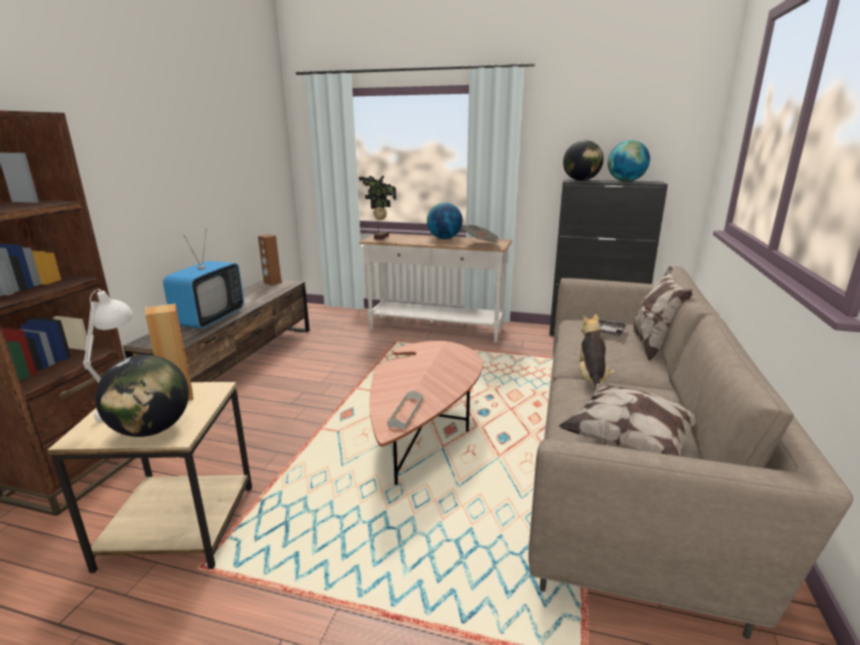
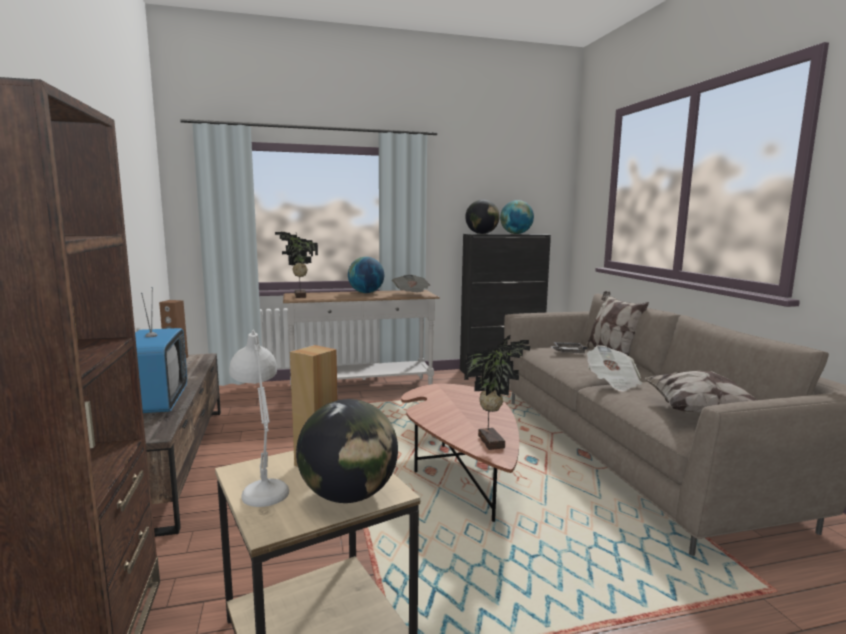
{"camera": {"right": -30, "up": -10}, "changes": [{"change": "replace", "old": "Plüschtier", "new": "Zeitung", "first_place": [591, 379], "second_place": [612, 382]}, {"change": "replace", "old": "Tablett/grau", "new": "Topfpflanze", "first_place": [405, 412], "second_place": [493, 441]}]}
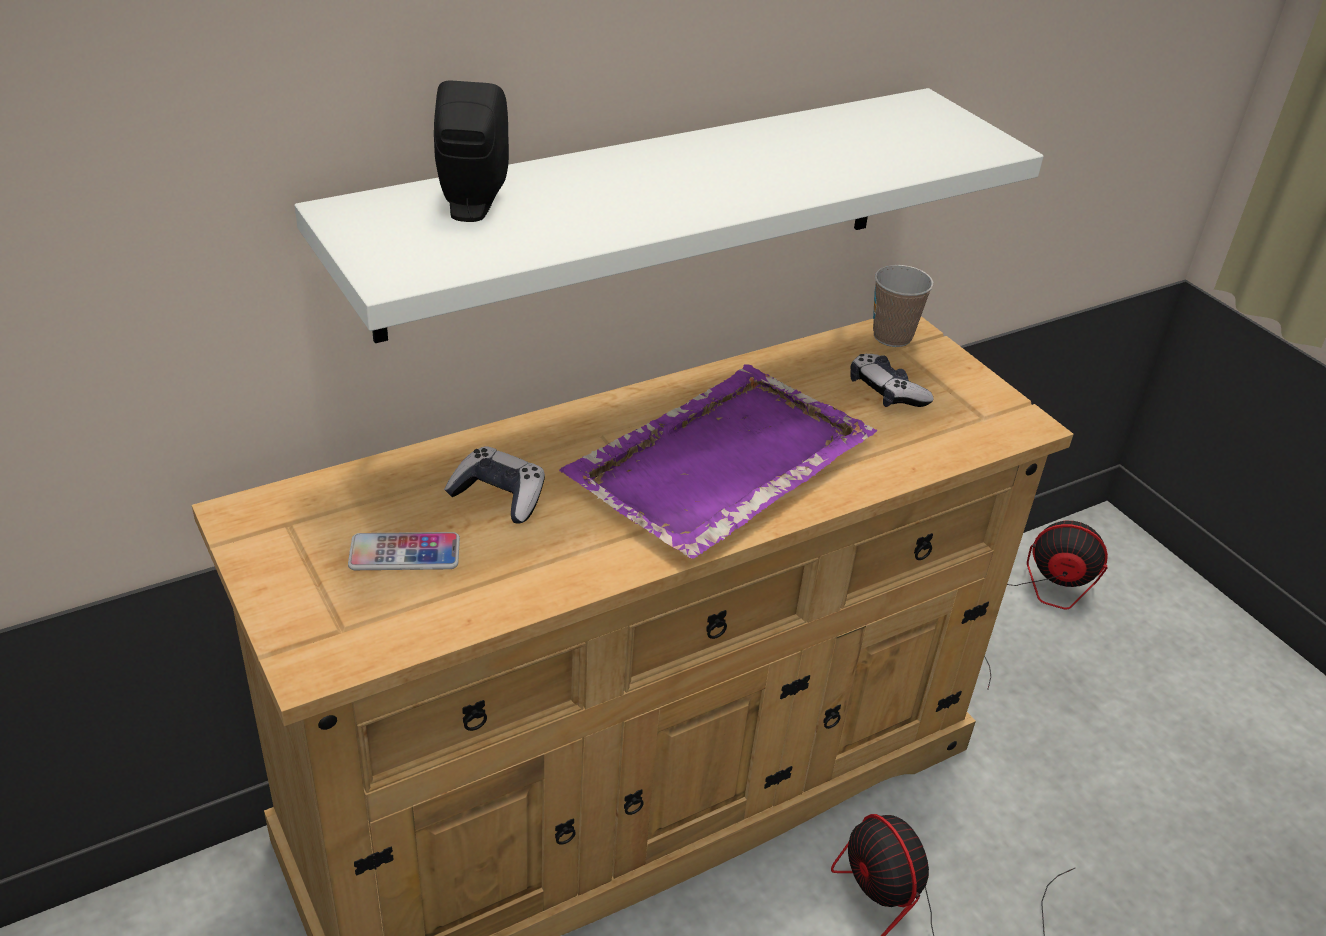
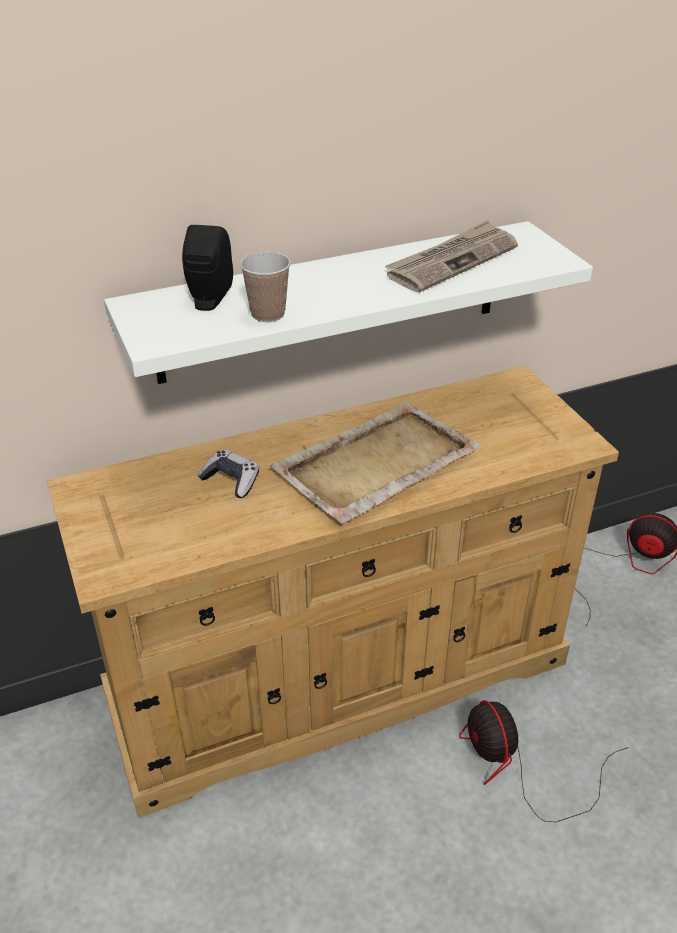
{"camera": {"right": 10, "up": 0}, "changes": [{"change": "move", "old": "Tasse", "first_place": [892, 337], "second_place": [268, 314]}, {"change": "delete", "old": "Gamepad", "first_place": [886, 392]}, {"change": "recolor", "old": "Tablett/lila", "new": "Tablett/beige", "first_place": [719, 464], "second_place": [374, 465]}, {"change": "delete", "old": "Handy", "first_place": [404, 553]}, {"change": "insert", "new": "Zeitung", "second_place": [452, 260]}]}
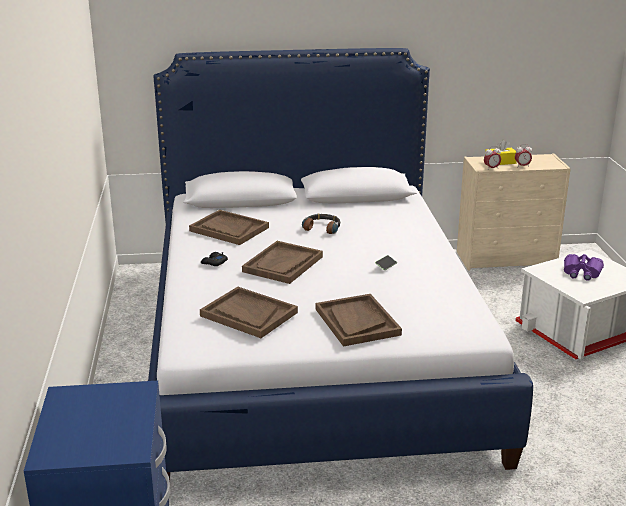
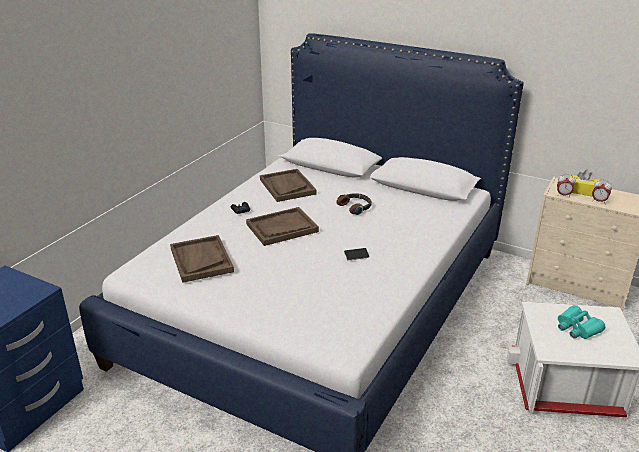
{"camera": {"right": 35, "up": 5}, "changes": [{"change": "recolor", "old": "Fernglas/lila", "new": "Fernglas/türkis", "first_place": [581, 273], "second_place": [577, 328]}, {"change": "delete", "old": "Tablett/braun", "first_place": [357, 322]}]}
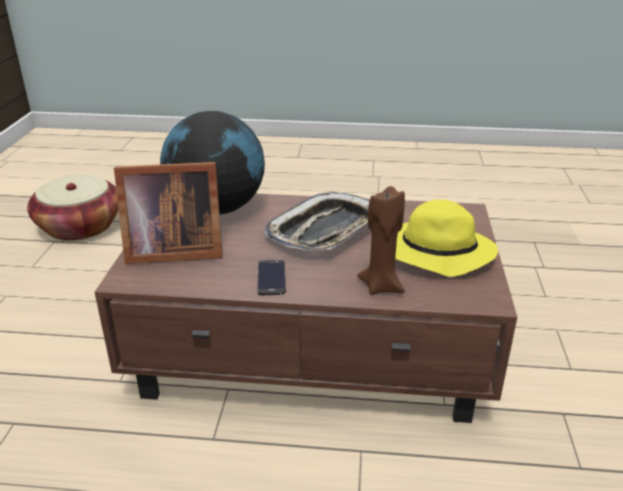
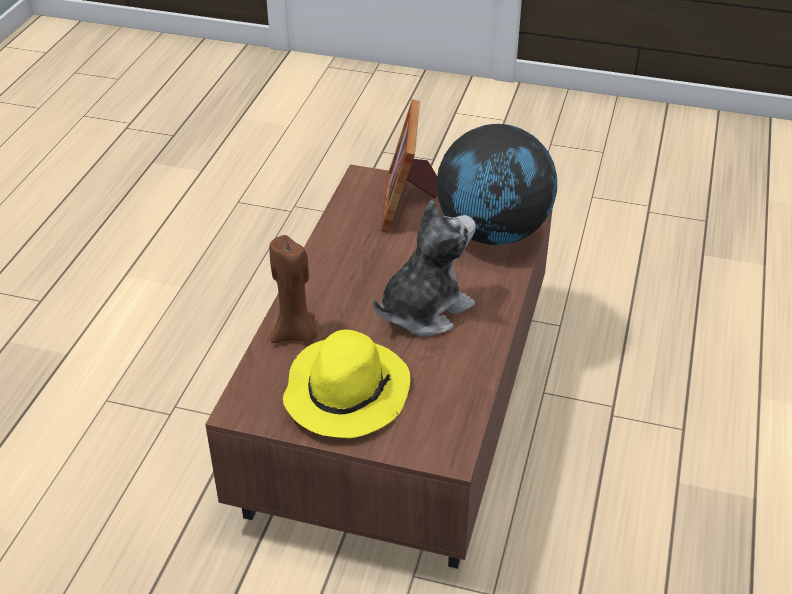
{"camera": {"right": 100, "up": 10}, "changes": [{"change": "delete", "old": "Korb", "first_place": [80, 227]}, {"change": "replace", "old": "Tablett", "new": "Plüschtier", "first_place": [325, 230], "second_place": [424, 310]}, {"change": "delete", "old": "Handy", "first_place": [271, 278]}]}
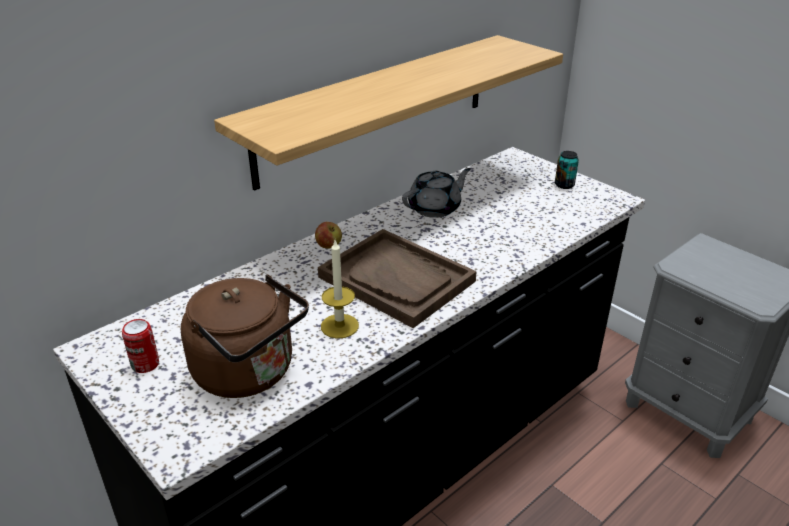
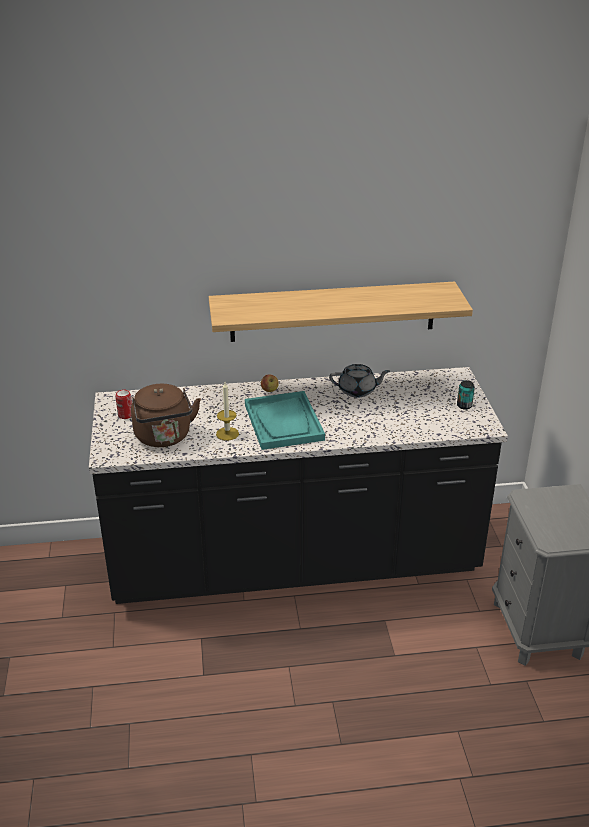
{"camera": {"right": 35, "up": 0}, "changes": [{"change": "recolor", "old": "Tablett/braun", "new": "Tablett/türkis", "first_place": [397, 279], "second_place": [284, 422]}]}
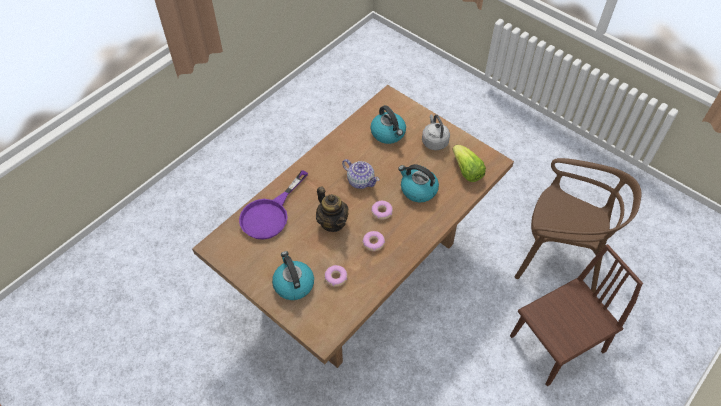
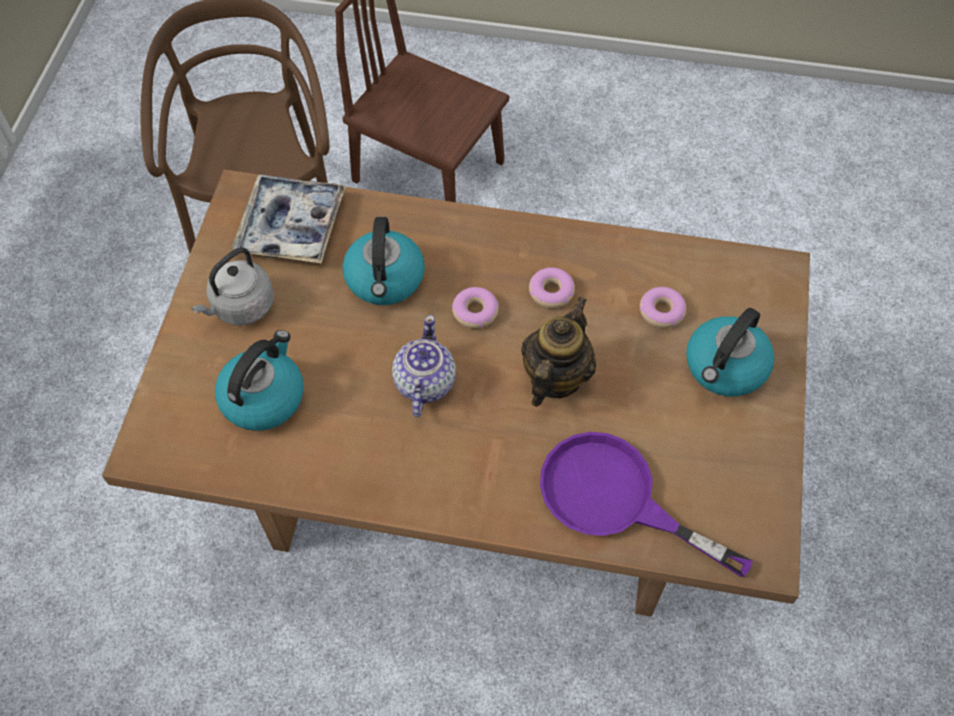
{"camera": {"right": -120, "up": 5}, "changes": [{"change": "replace", "old": "Salatkopf", "new": "Tablett", "first_place": [466, 171], "second_place": [291, 226]}, {"change": "rotate", "old": "Pfanne/lila", "first_place": [270, 214], "second_place": [615, 499], "degrees": -150}]}
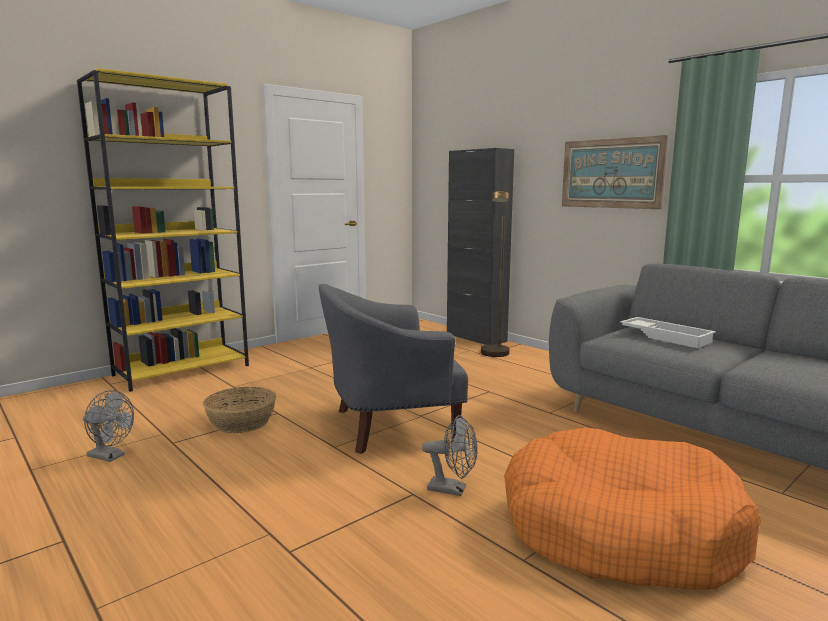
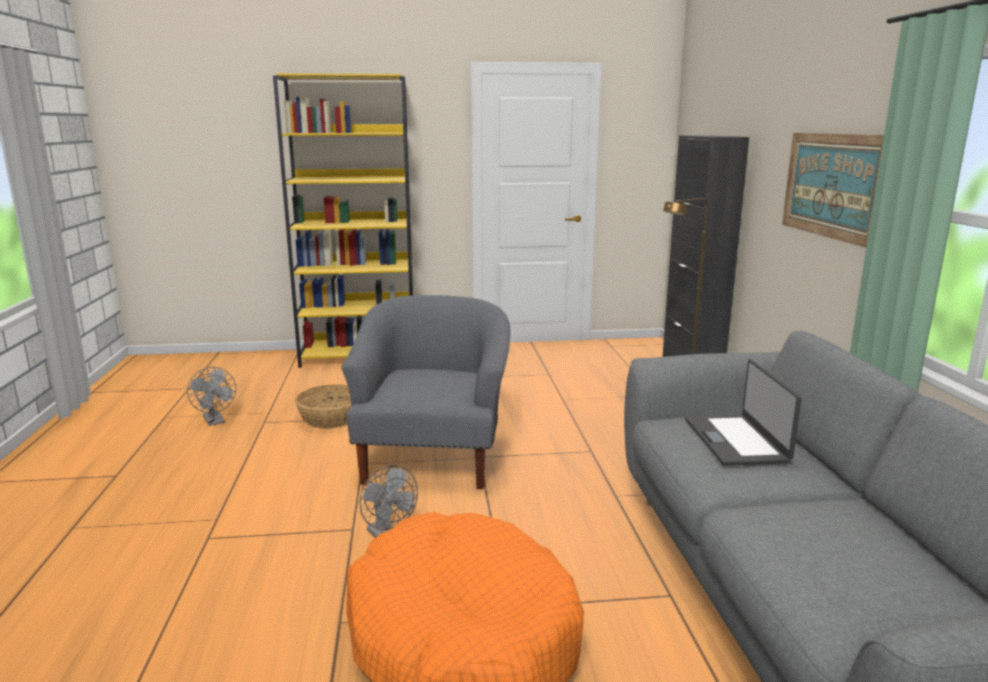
{"camera": {"right": 35, "up": 5}, "changes": [{"change": "rotate", "old": "Sessel/grau", "first_place": [388, 426], "second_place": [433, 459], "degrees": 75}, {"change": "replace", "old": "Tablett/weiß", "new": "Laptop", "first_place": [666, 337], "second_place": [736, 440]}]}
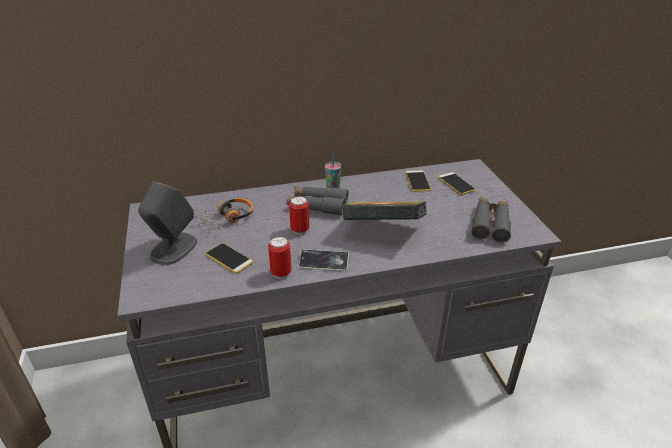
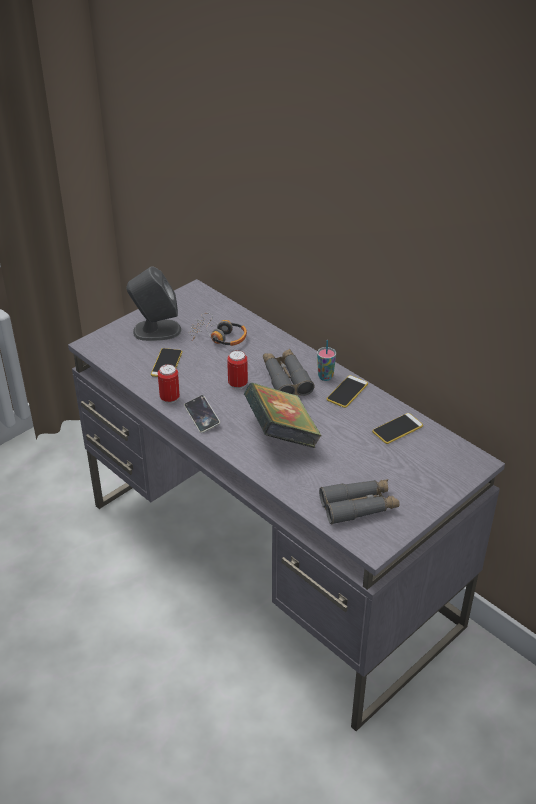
{"camera": {"right": 60, "up": 5}, "changes": [{"change": "move", "old": "Handy", "first_place": [456, 184], "second_place": [347, 392]}]}
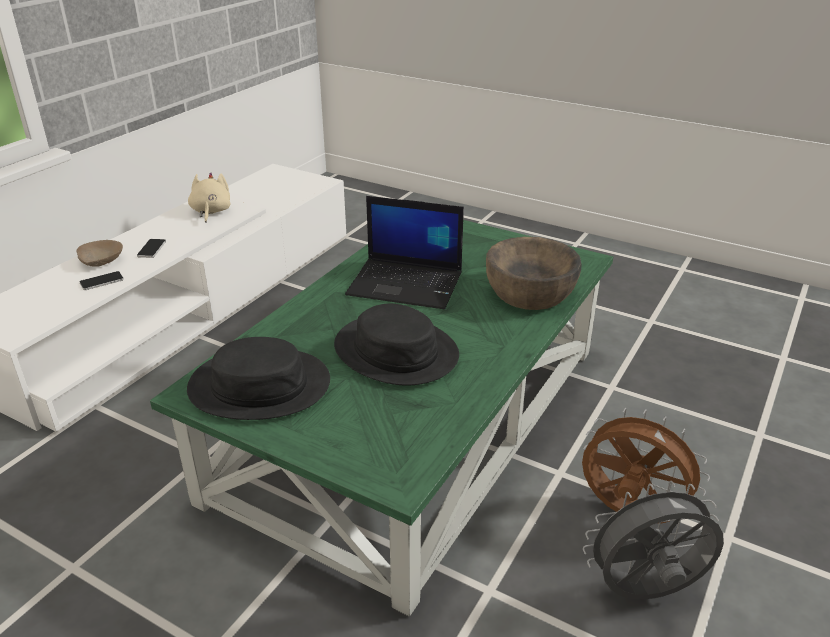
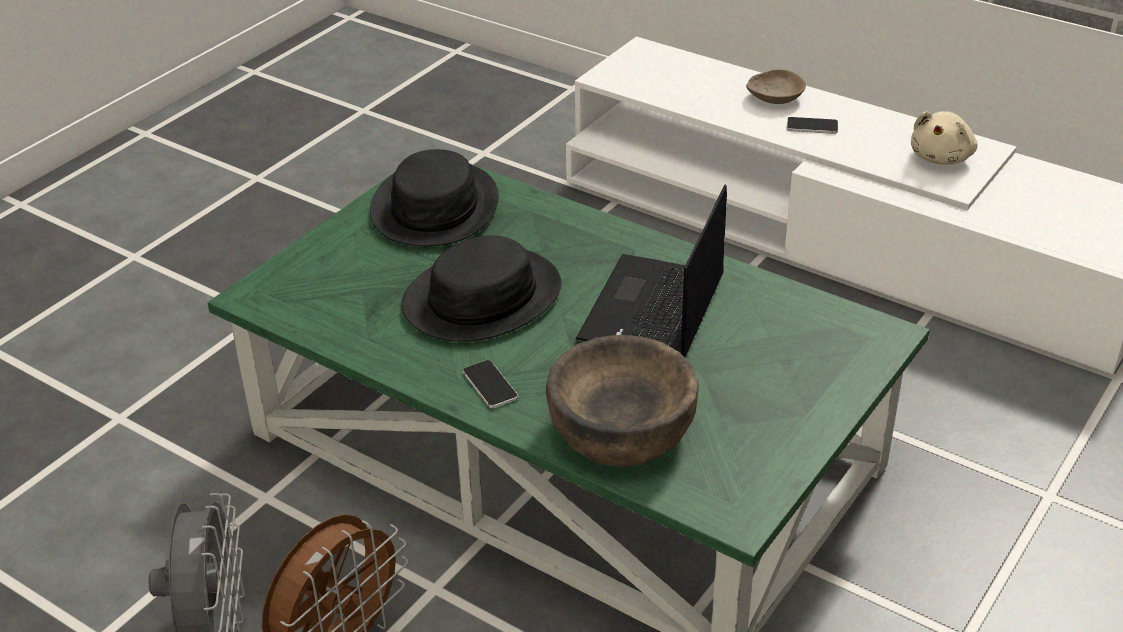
{"camera": {"right": 95, "up": 5}, "changes": [{"change": "rotate", "old": "Plüschtier/beige", "first_place": [211, 212], "second_place": [942, 157], "degrees": 120}, {"change": "move", "old": "Handy", "first_place": [102, 281], "second_place": [490, 385]}]}
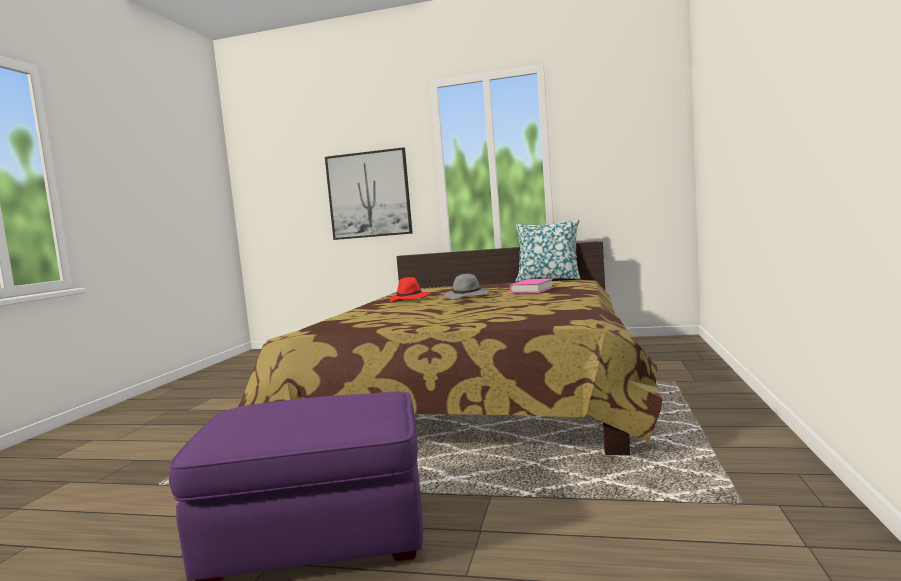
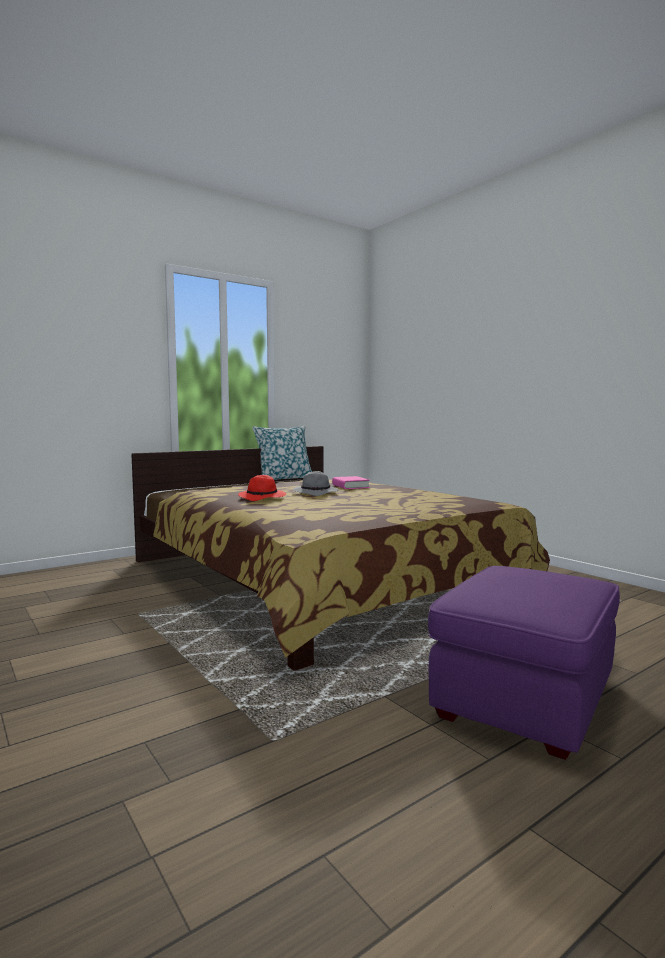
{"camera": {"right": -50, "up": 0}, "changes": [{"change": "delete", "old": "Bild", "first_place": [369, 195]}]}
